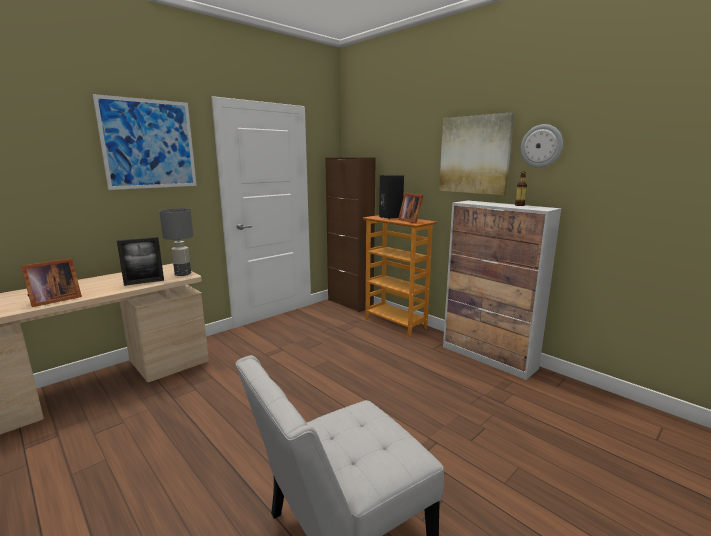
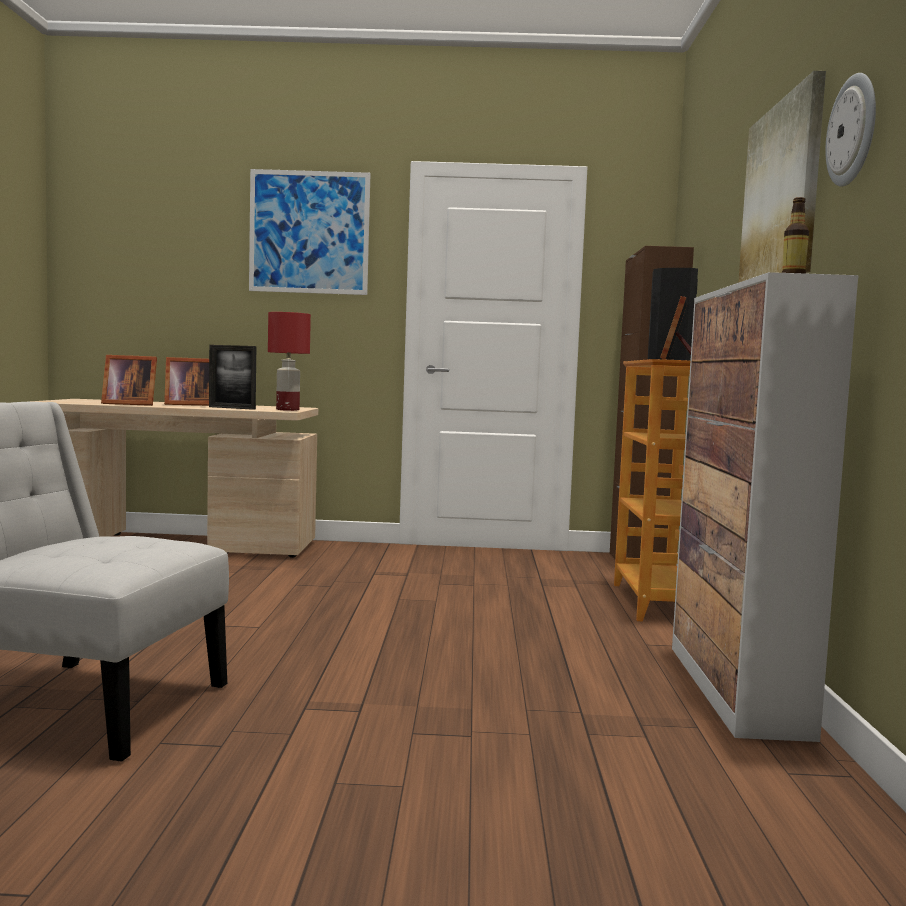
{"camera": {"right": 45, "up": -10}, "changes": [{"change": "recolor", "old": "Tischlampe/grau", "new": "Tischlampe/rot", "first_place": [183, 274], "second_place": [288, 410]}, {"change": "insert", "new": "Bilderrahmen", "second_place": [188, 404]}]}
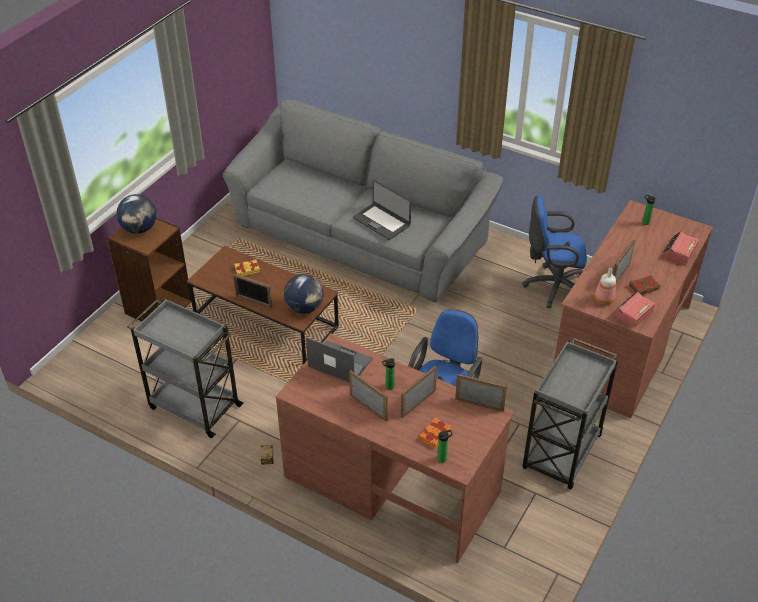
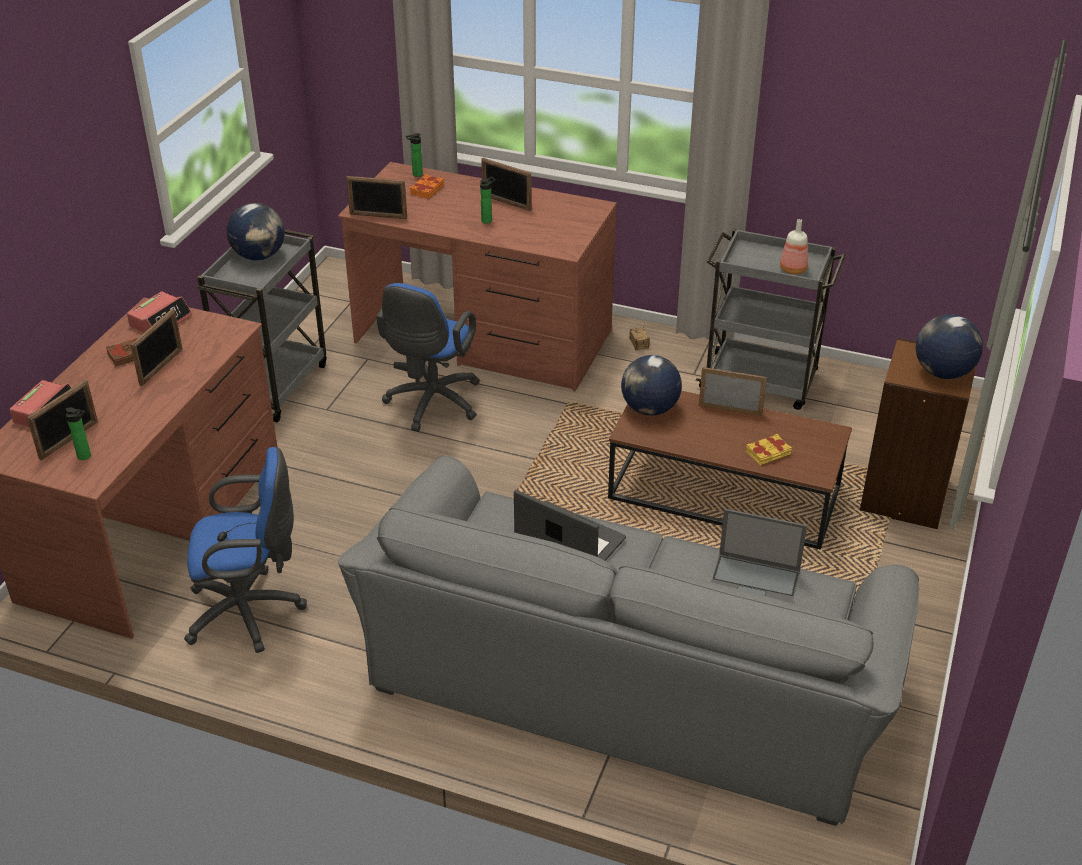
{"camera": {"right": 170, "up": -5}, "changes": [{"change": "move", "old": "Flasche", "first_place": [604, 300], "second_place": [792, 269]}, {"change": "move", "old": "Laptop", "first_place": [339, 362], "second_place": [755, 583]}, {"change": "move", "old": "Bilderrahmen", "first_place": [418, 403], "second_place": [69, 440]}, {"change": "insert", "new": "Globus", "second_place": [259, 256]}]}
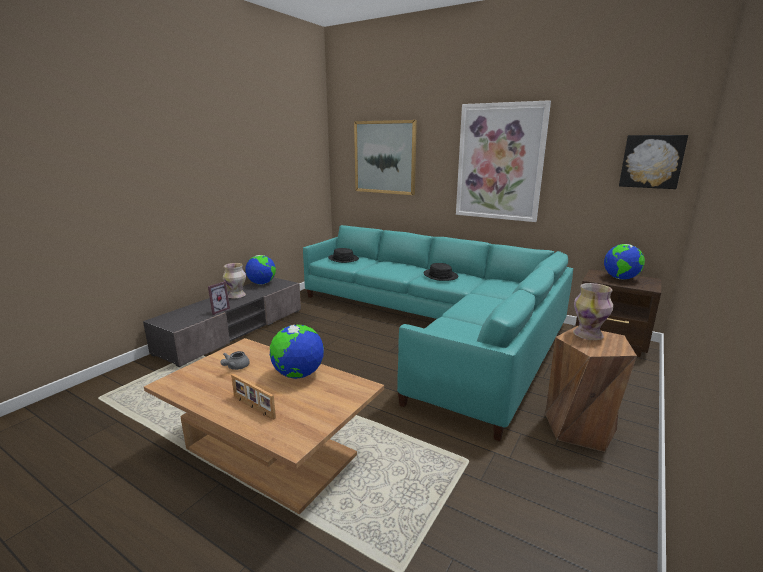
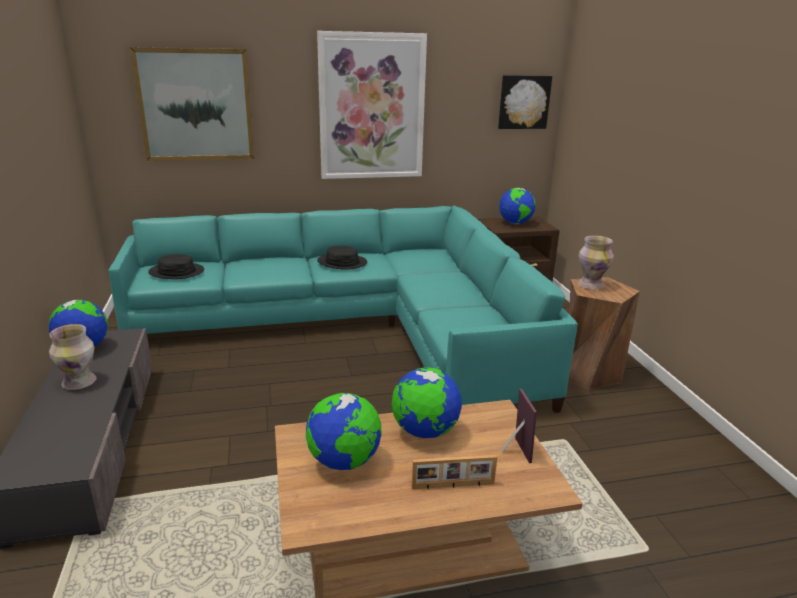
{"camera": {"right": -45, "up": 5}, "changes": [{"change": "move", "old": "Bilderrahmen", "first_place": [218, 310], "second_place": [513, 451]}, {"change": "replace", "old": "Teekanne/grau", "new": "Globus", "first_place": [235, 367], "second_place": [344, 462]}]}
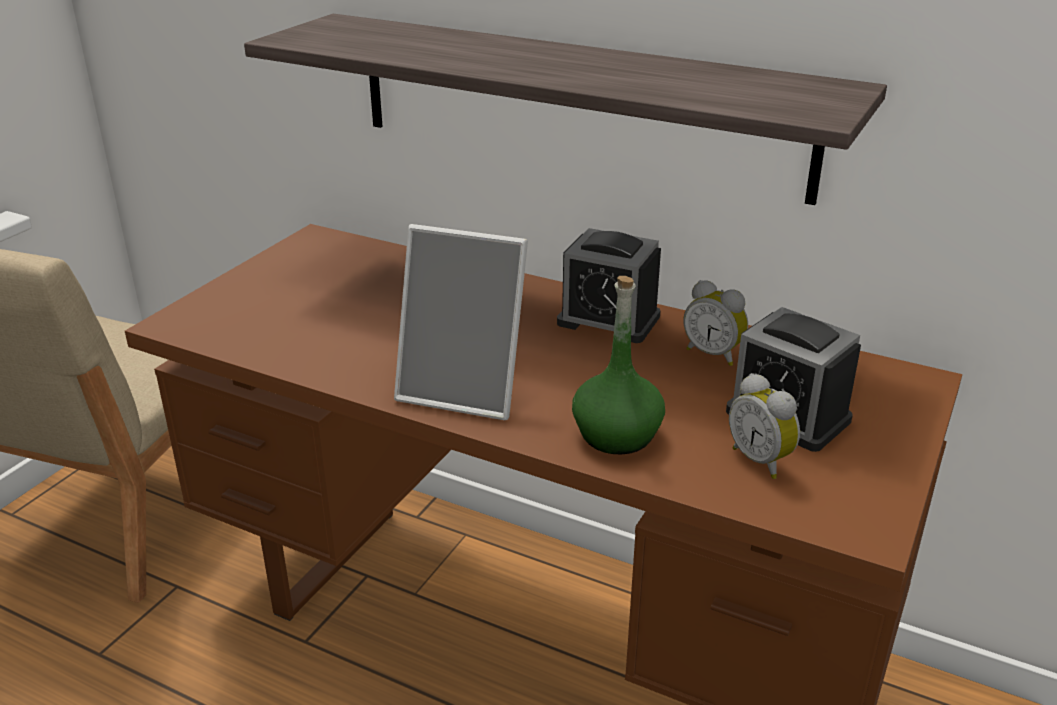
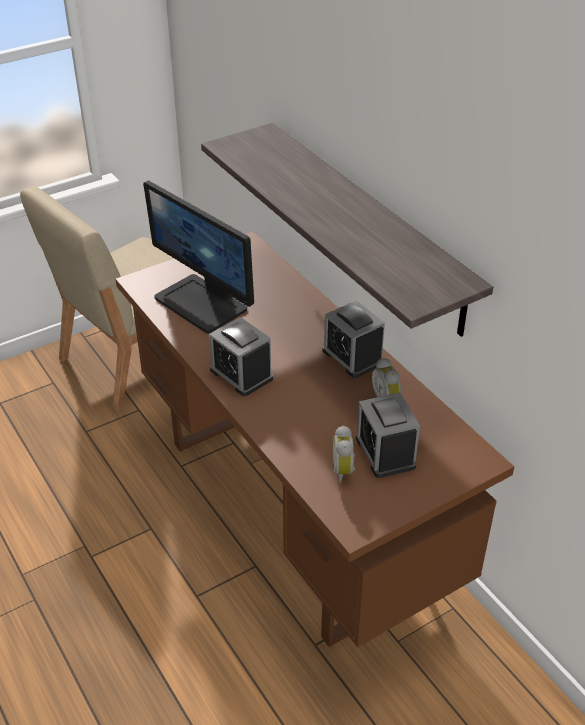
{"camera": {"right": 30, "up": 10}, "changes": [{"change": "replace", "old": "Bilderrahmen", "new": "Wecker", "first_place": [466, 390], "second_place": [241, 374]}, {"change": "delete", "old": "Flasche/grün", "first_place": [617, 434]}, {"change": "insert", "new": "Monitor", "second_place": [202, 303]}]}
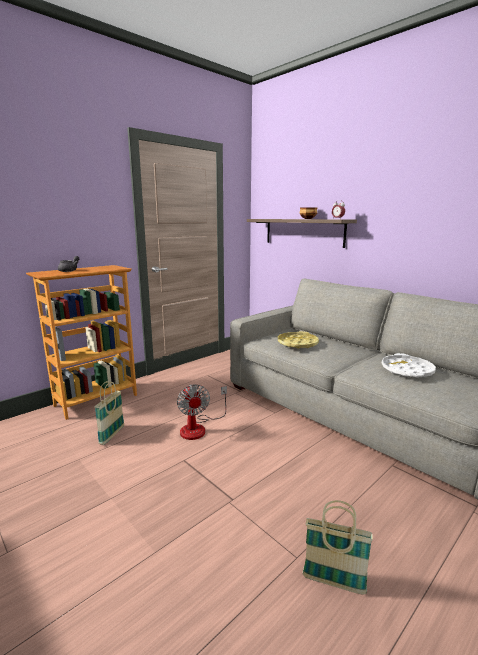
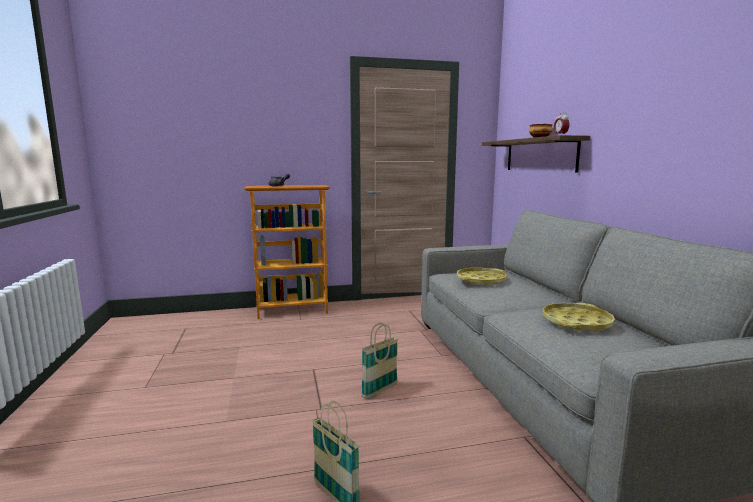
{"camera": {"right": 30, "up": -5}, "changes": [{"change": "recolor", "old": "Tablett/weiß", "new": "Tablett/gelb", "first_place": [407, 370], "second_place": [576, 322]}, {"change": "move", "old": "Korb", "first_place": [112, 435], "second_place": [380, 390]}, {"change": "delete", "old": "Ventilator", "first_place": [199, 427]}]}
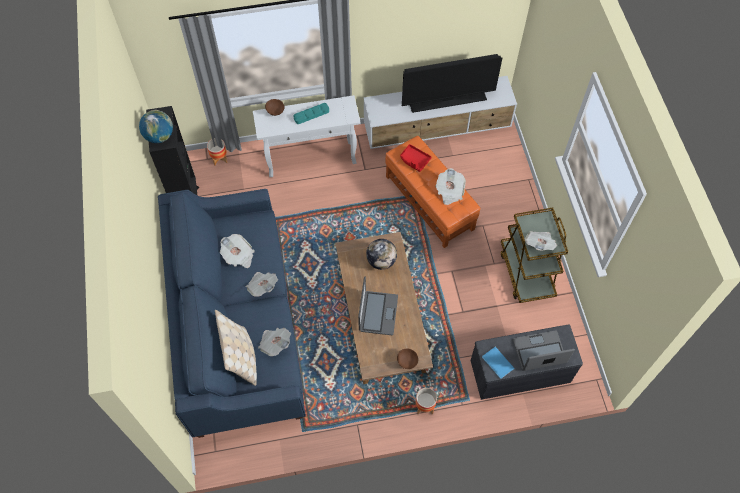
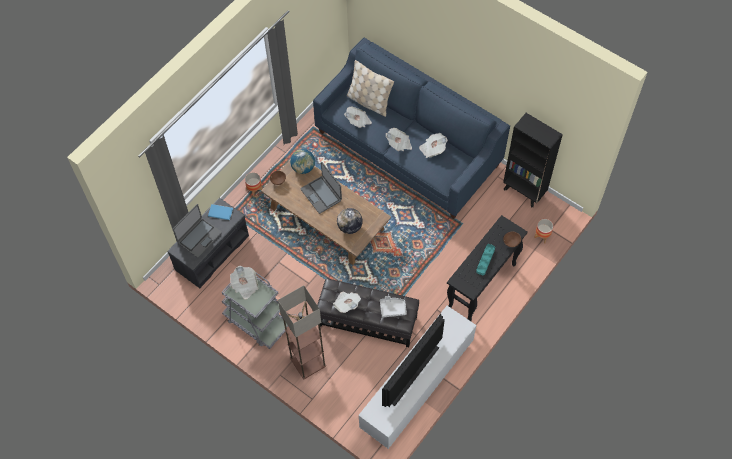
{"camera": {"right": 140, "up": 0}, "changes": [{"change": "recolor", "old": "Konsolentisch/weiß", "new": "Konsolentisch/schwarz", "first_place": [311, 159], "second_place": [481, 287]}, {"change": "move", "old": "Globus", "first_place": [159, 136], "second_place": [303, 168]}, {"change": "recolor", "old": "Polsterhocker/orange", "new": "Polsterhocker/schwarz", "first_place": [429, 202], "second_place": [367, 321]}, {"change": "recolor", "old": "Tablett/rot", "new": "Tablett/grau", "first_place": [414, 160], "second_place": [392, 308]}, {"change": "recolor", "old": "Rollwagen/braun", "new": "Rollwagen/grau", "first_place": [526, 272], "second_place": [257, 322]}, {"change": "insert", "new": "Stehlampe", "second_place": [307, 362]}]}
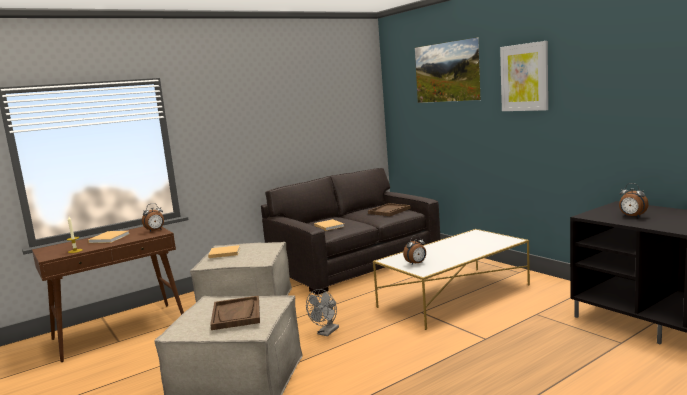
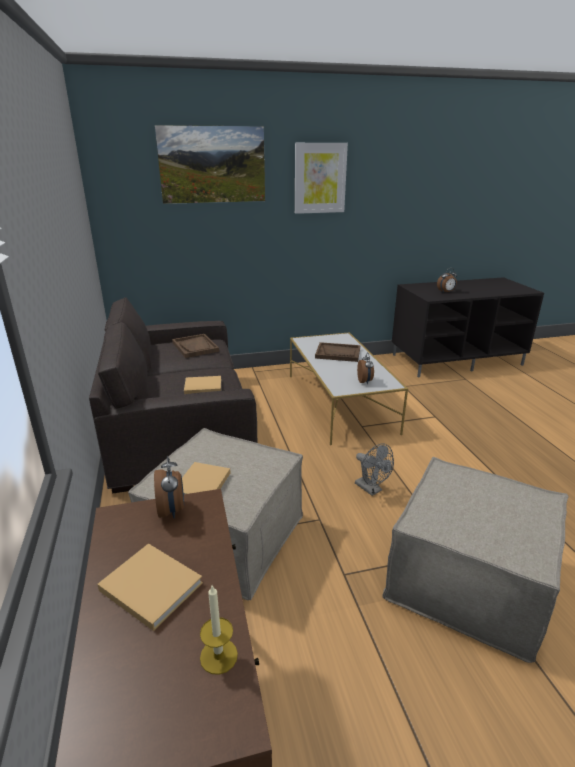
{"camera": {"right": -70, "up": 15}, "changes": [{"change": "move", "old": "Tablett/braun", "first_place": [236, 314], "second_place": [338, 353]}]}
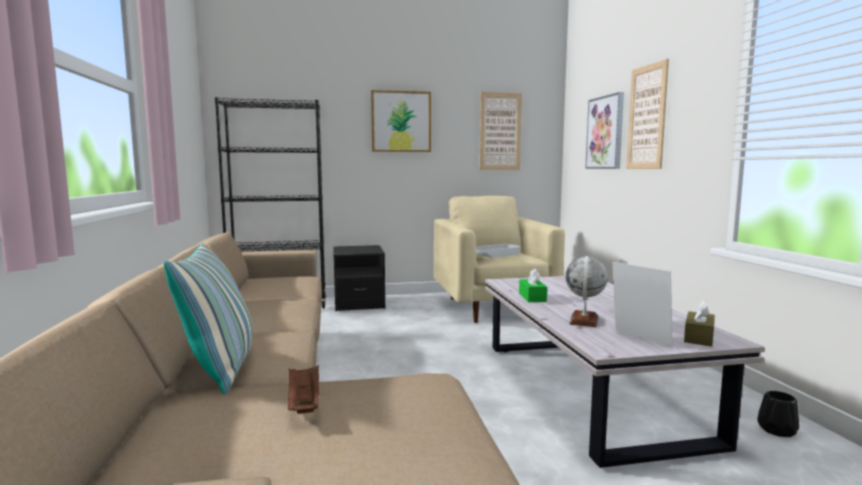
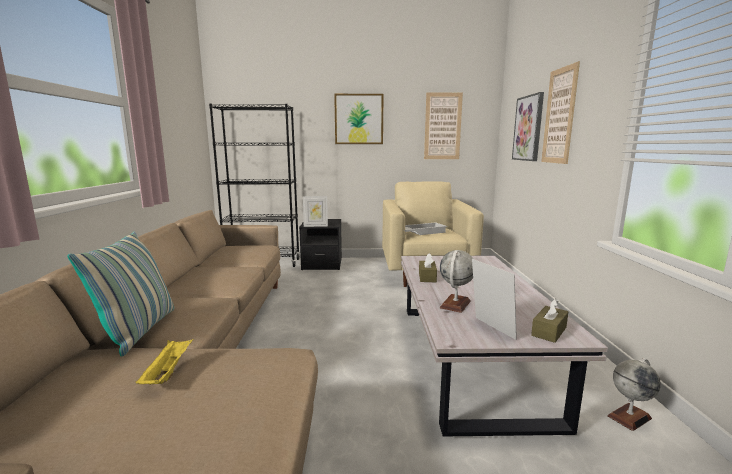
{"camera": {"right": 10, "up": 5}, "changes": [{"change": "recolor", "old": "Taschentuchbox/grün", "new": "Taschentuchbox/braun", "first_place": [532, 297], "second_place": [427, 277]}, {"change": "recolor", "old": "Tablett/braun", "new": "Tablett/gelb", "first_place": [304, 403], "second_place": [168, 372]}, {"change": "replace", "old": "Vase/schwarz", "new": "Globus", "first_place": [778, 430], "second_place": [629, 417]}, {"change": "insert", "new": "Bilderrahmen", "second_place": [315, 226]}]}
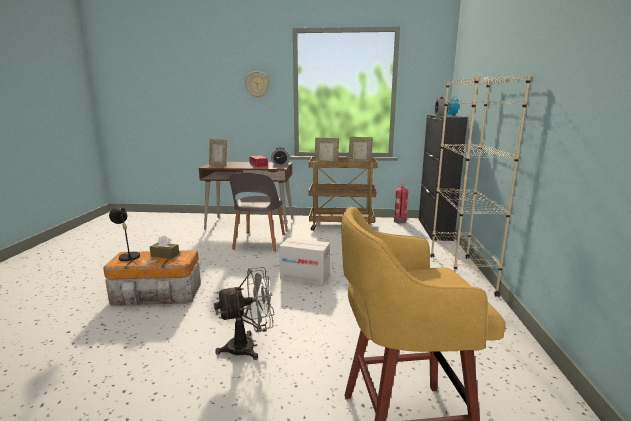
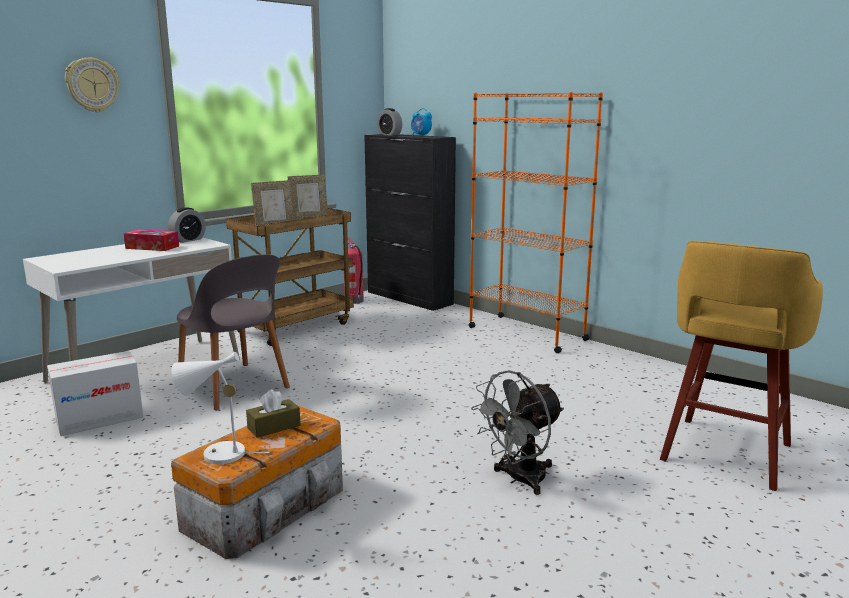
{"camera": {"right": -50, "up": 0}, "changes": [{"change": "recolor", "old": "Bücherregal/beige", "new": "Bücherregal/orange", "first_place": [460, 274], "second_place": [526, 333]}, {"change": "delete", "old": "Bilderrahmen", "first_place": [218, 166]}, {"change": "recolor", "old": "Schreibtisch/braun", "new": "Schreibtisch/weiß", "first_place": [250, 224], "second_place": [145, 370]}, {"change": "recolor", "old": "Tischlampe/schwarz", "new": "Tischlampe/weiß", "first_place": [128, 256], "second_place": [217, 454]}, {"change": "move", "old": "Karton", "first_place": [305, 277], "second_place": [99, 419]}, {"change": "rotate", "old": "Ventilator/grau", "first_place": [249, 347], "second_place": [519, 479], "degrees": -150}]}
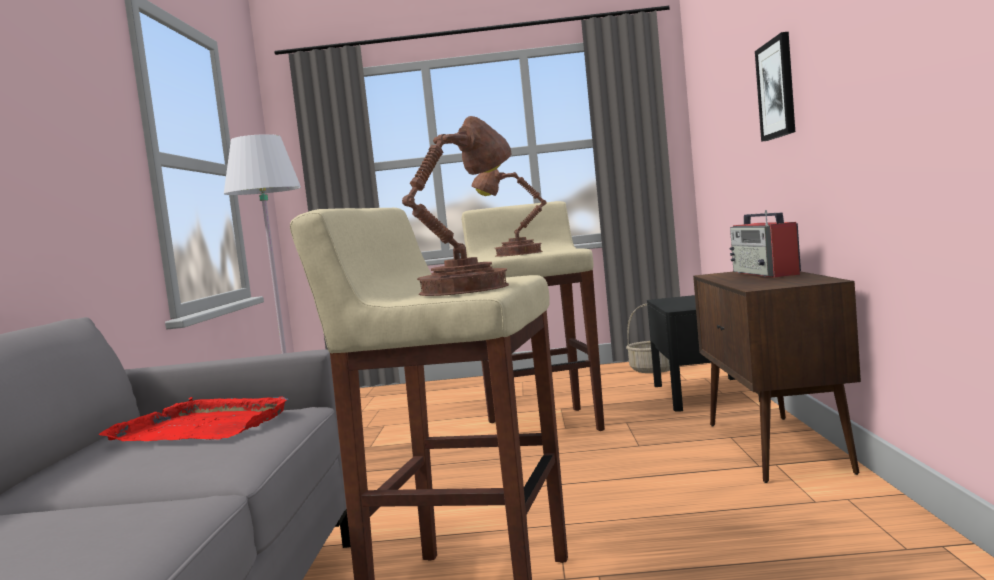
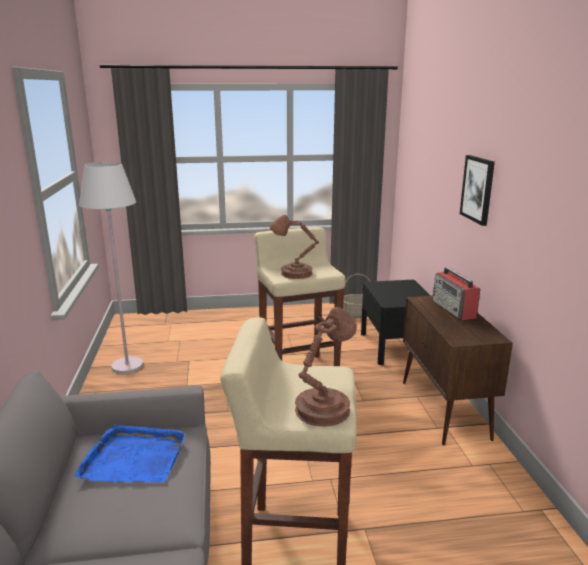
{"camera": {"right": -10, "up": 15}, "changes": [{"change": "recolor", "old": "Tablett/rot", "new": "Tablett/blau", "first_place": [202, 427], "second_place": [134, 458]}]}
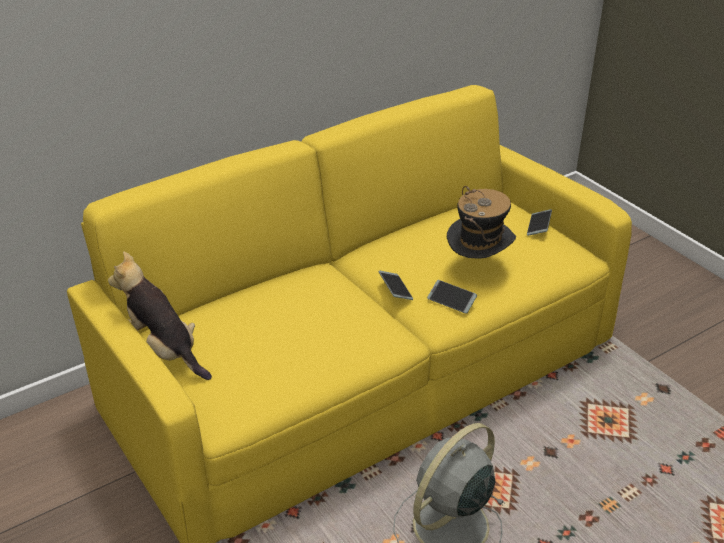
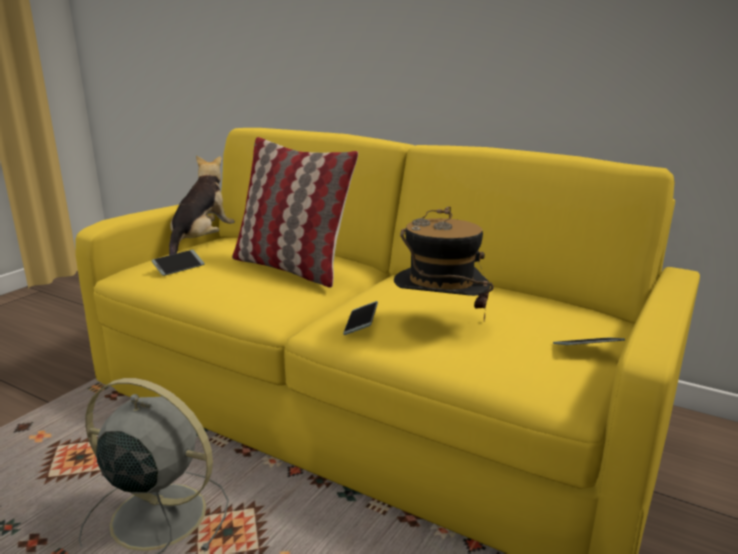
{"camera": {"right": 65, "up": -15}, "changes": [{"change": "move", "old": "Handy", "first_place": [395, 289], "second_place": [179, 267]}, {"change": "insert", "new": "Kissen", "second_place": [291, 268]}]}
